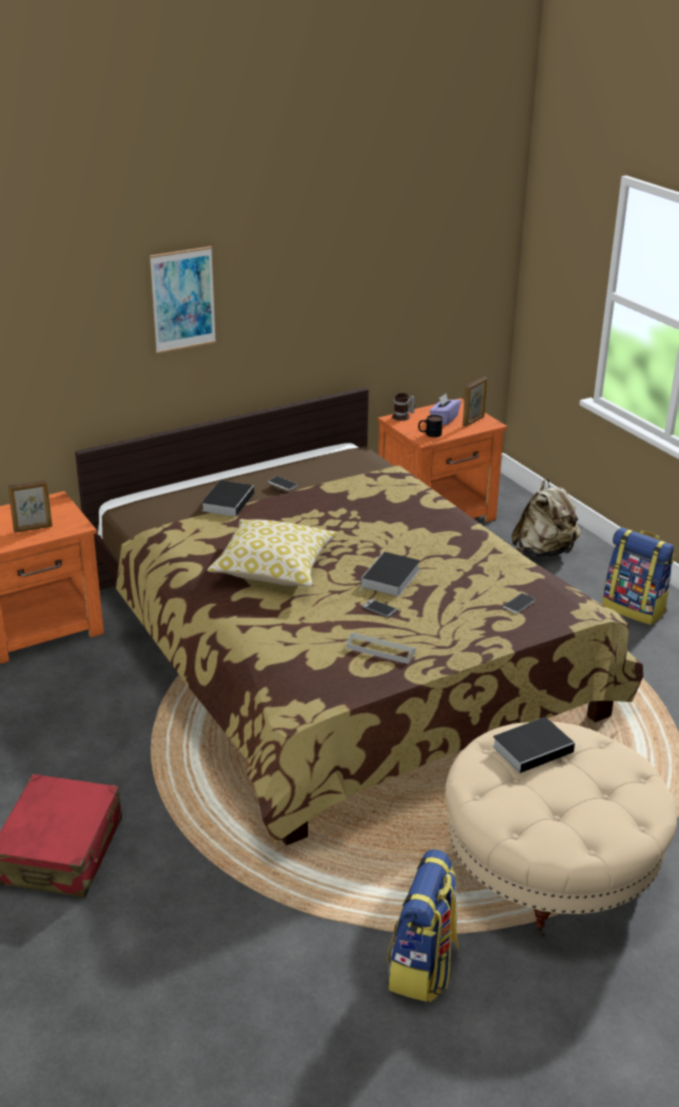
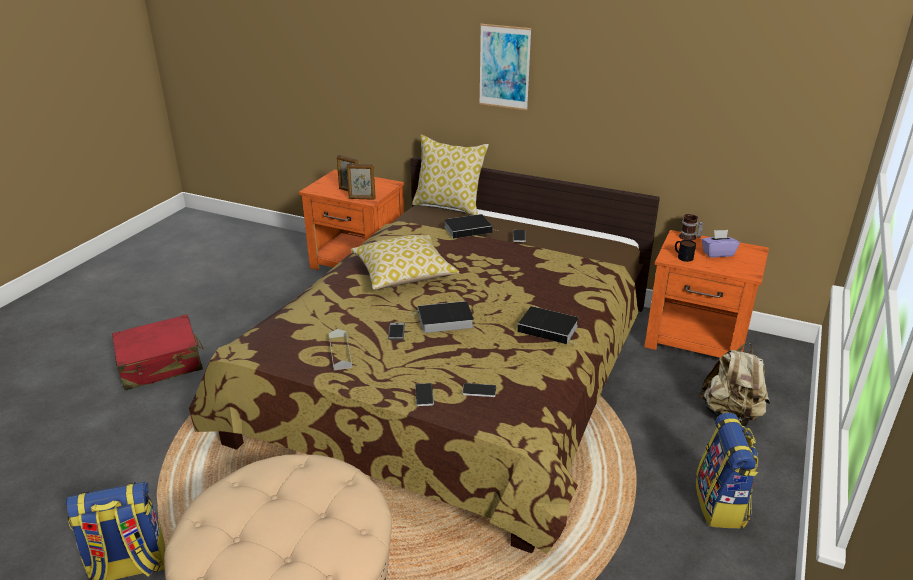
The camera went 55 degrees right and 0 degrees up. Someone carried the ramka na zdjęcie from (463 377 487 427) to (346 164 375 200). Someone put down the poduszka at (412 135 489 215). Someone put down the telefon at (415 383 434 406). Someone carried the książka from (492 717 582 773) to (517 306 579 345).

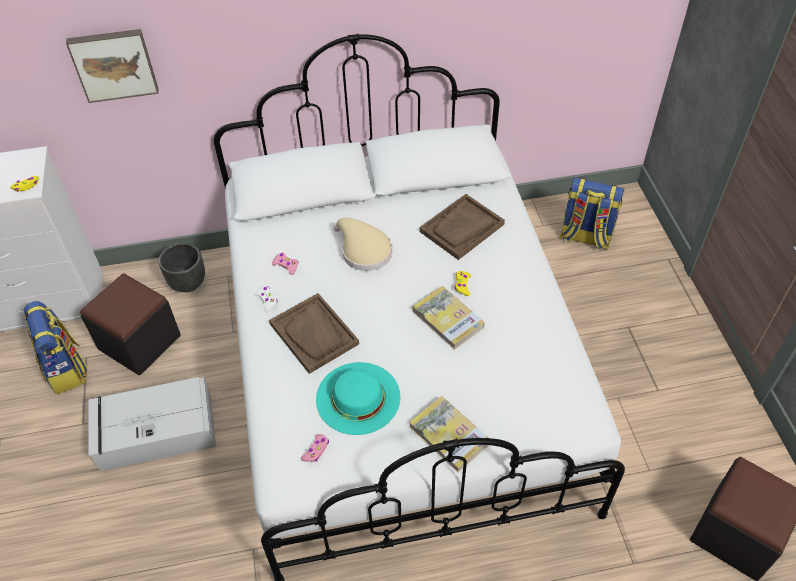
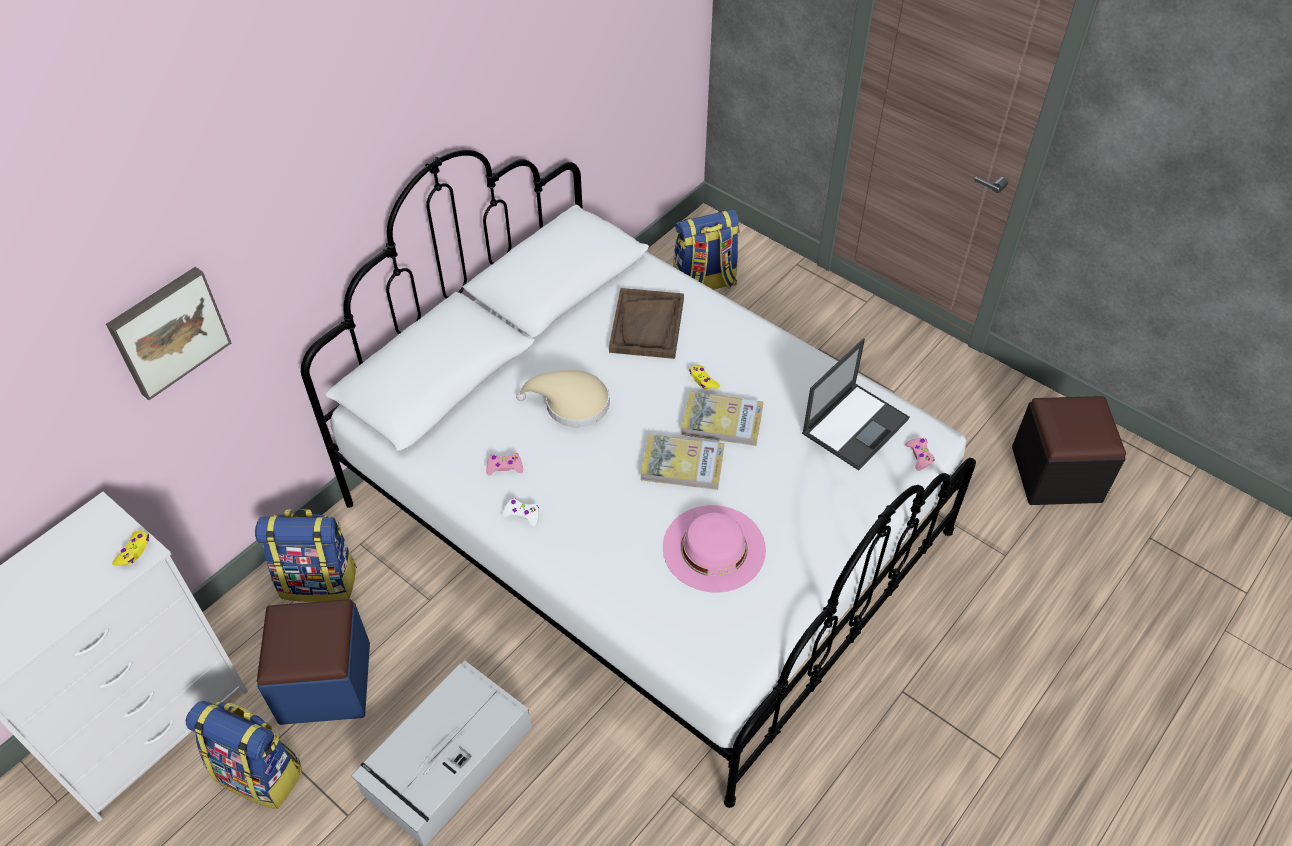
The camera went 40 degrees left and 0 degrees up. Someone swapped the donica/czarny at (159 243 205 292) for the plecak at (255 509 357 602). Someone repainted the pufa/czarny at (80 274 181 375), which became the pufa/niebieski at (257 599 370 725). Someone carried the książka from (409 396 489 473) to (641 434 724 490). Someone repainted the kapelusz/turkusowy at (316 362 400 435), which became the kapelusz/różowy at (663 505 766 592). Someone put down the laptop at (802 338 909 470). Someone carried the pad do gier/różowy from (301 434 329 462) to (905 438 934 471). Someone took away the taca/brązowy at (269 293 359 374).

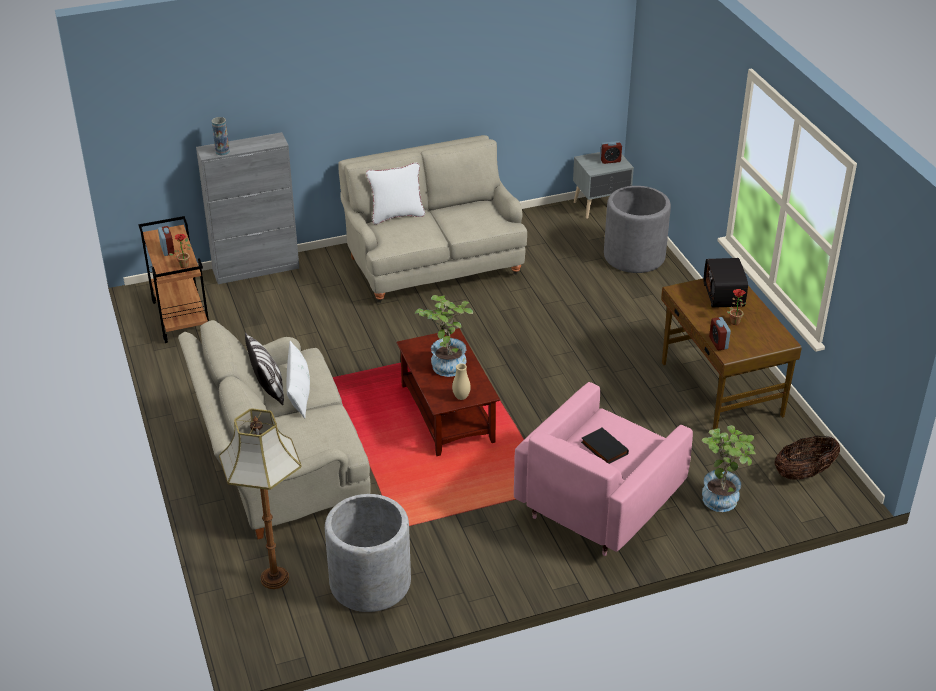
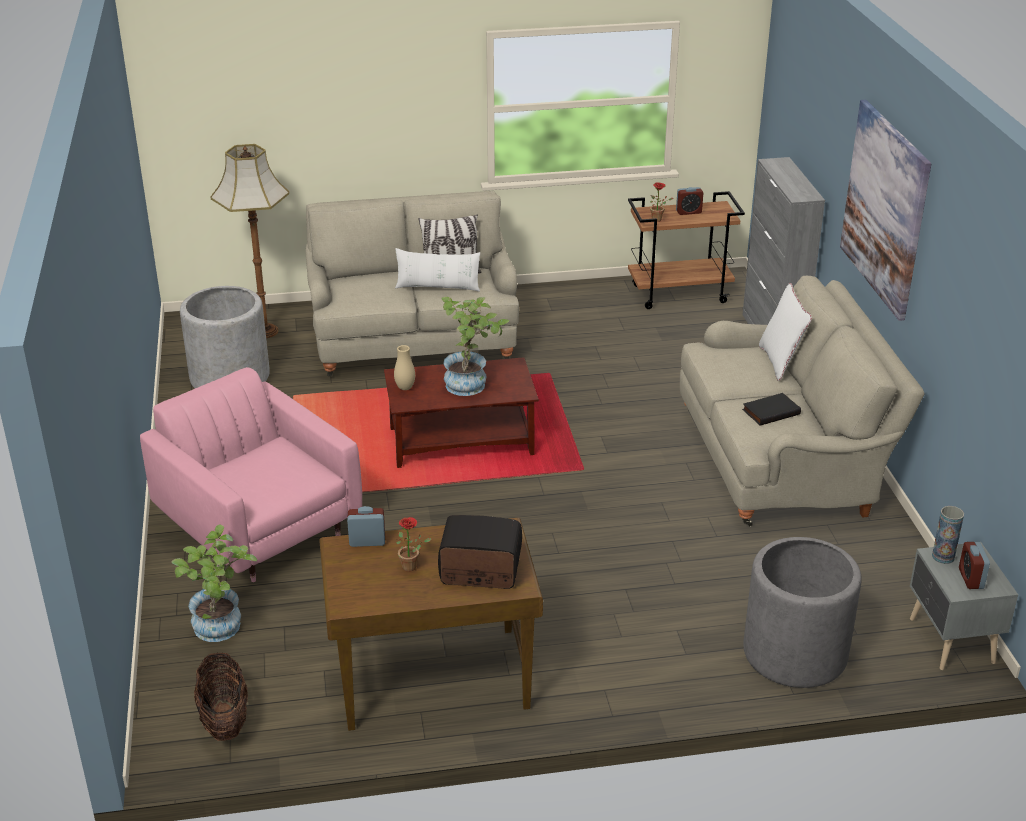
The camera went 100 degrees right and 5 degrees down. Someone carried the książka/czarny from (581 428 629 464) to (742 393 801 425). Someone put up the obraz at (840 100 931 321). Someone carried the wazon from (212 117 230 156) to (932 506 964 564).

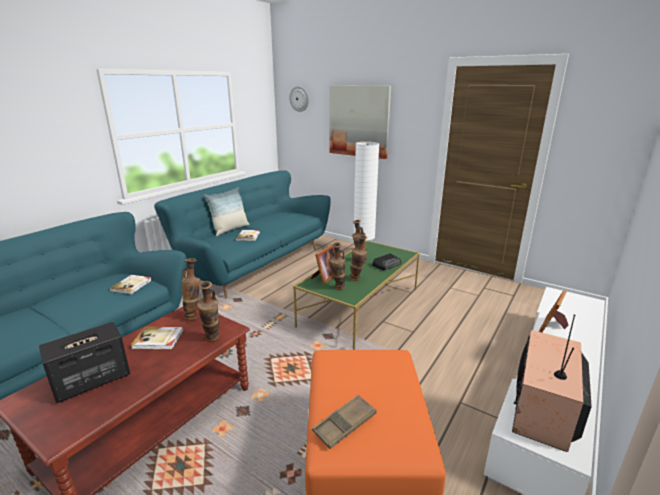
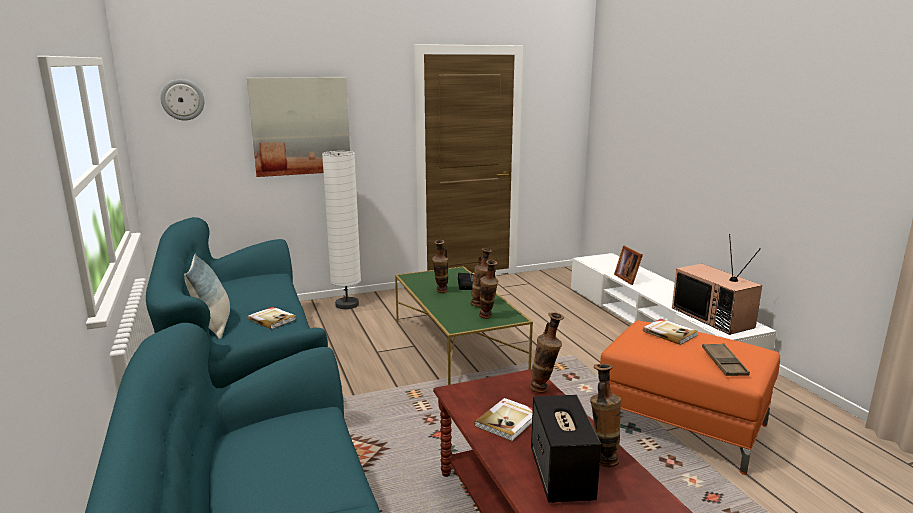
The camera went 55 degrees left and 5 degrees down. Someone carried the wazon from (181 258 200 320) to (590 364 621 468). Someone carried the książka from (109 275 152 295) to (643 319 698 345). Someone took away the ramka na zdjęcie at (311 244 335 284).

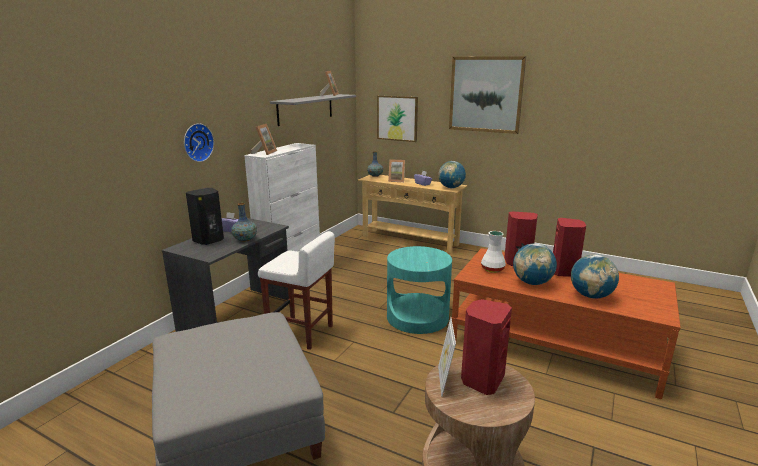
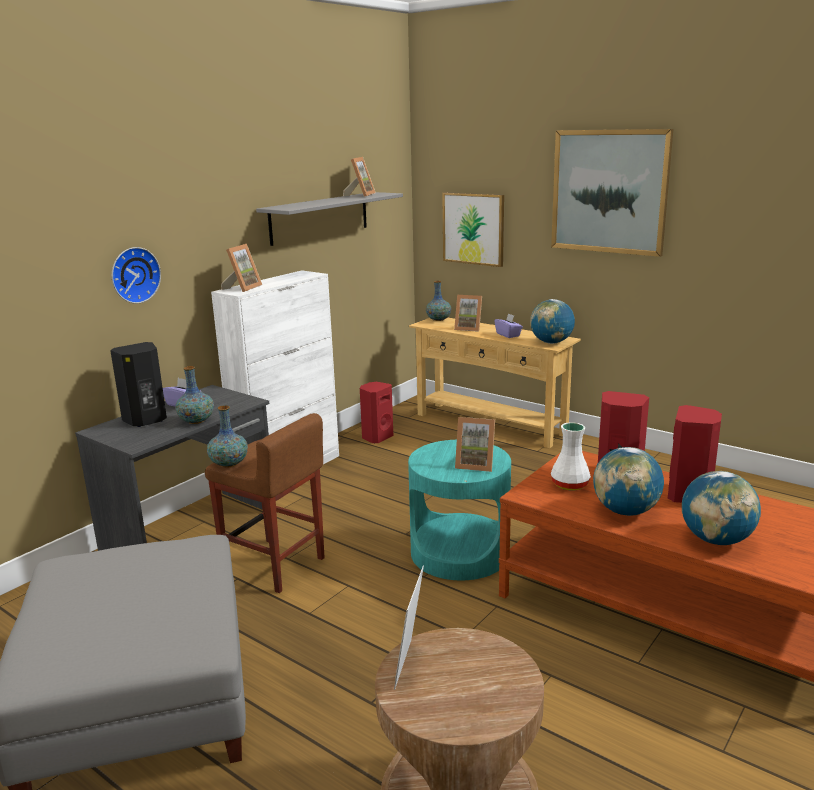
The camera went 10 degrees right and 0 degrees up. Someone repainted the stołek/biały at (258 231 335 350), which became the stołek/brązowy at (205 413 325 593). Someone put down the wazon at (207 405 248 468). Someone carried the głośnik/czerwony from (461 299 512 395) to (360 382 393 443). Someone put down the ramka na zdjęcie at (455 417 495 472).

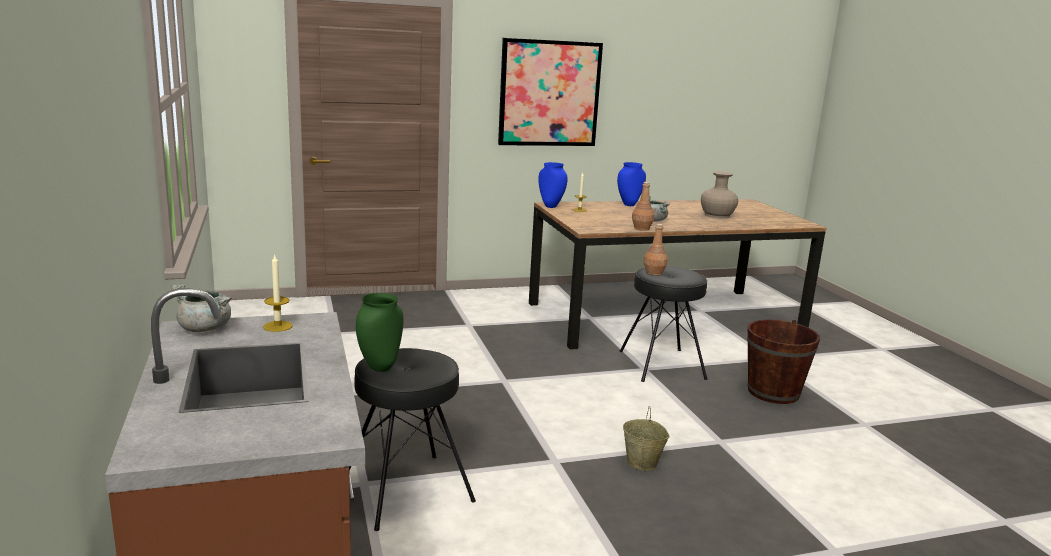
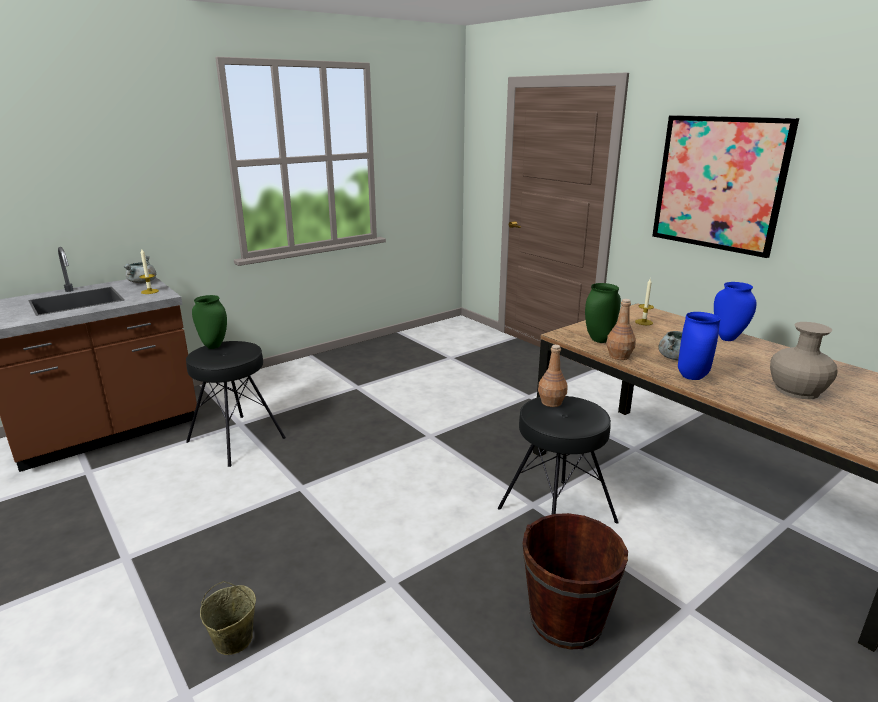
The camera went 70 degrees right and 5 degrees up. Someone carried the wiadro/beżowy from (623 406 670 471) to (200 581 256 655). Someone put down the wazon/zielony at (585 283 621 343). Someone carried the wazon/niebieski from (538 162 567 208) to (678 312 720 380).

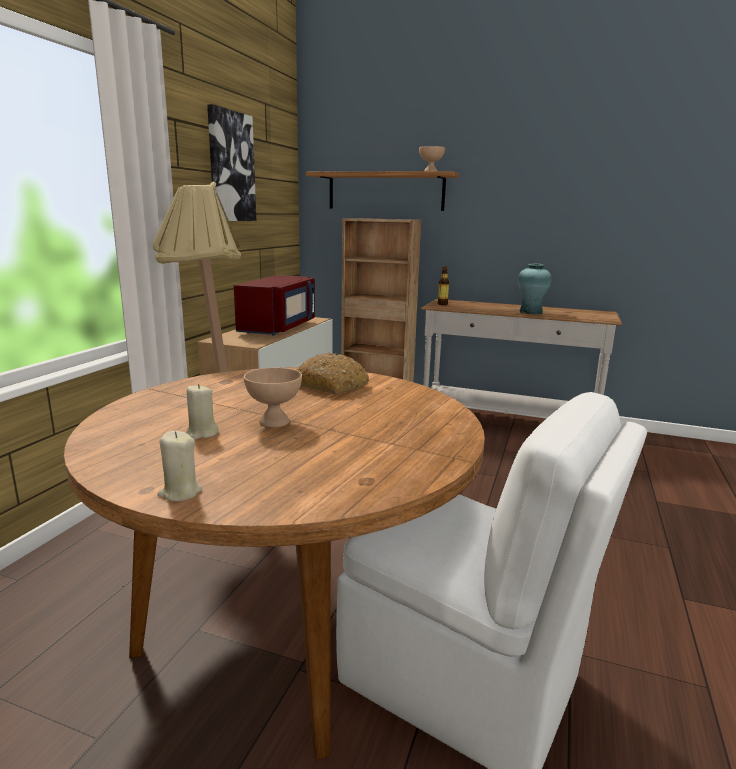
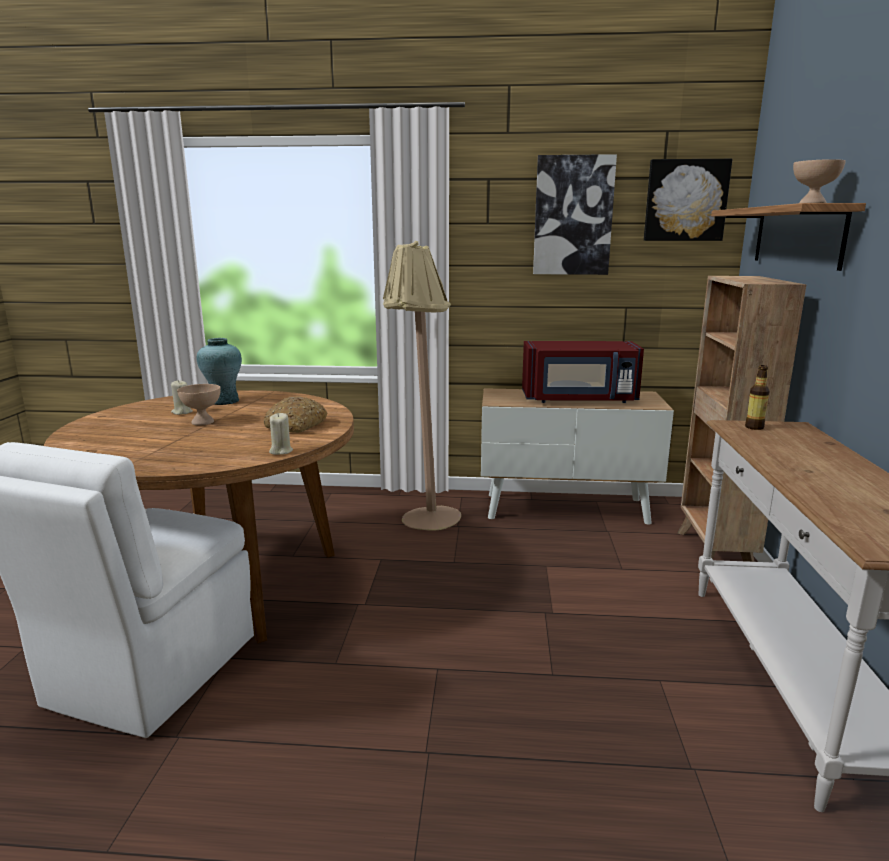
The camera went 75 degrees right and 0 degrees up. Someone carried the wazon/turkusowy from (518 264 552 314) to (197 338 242 405). Someone carried the świeca/beżowy from (157 431 202 501) to (269 413 293 455). Someone put up the obraz at (644 159 732 241).

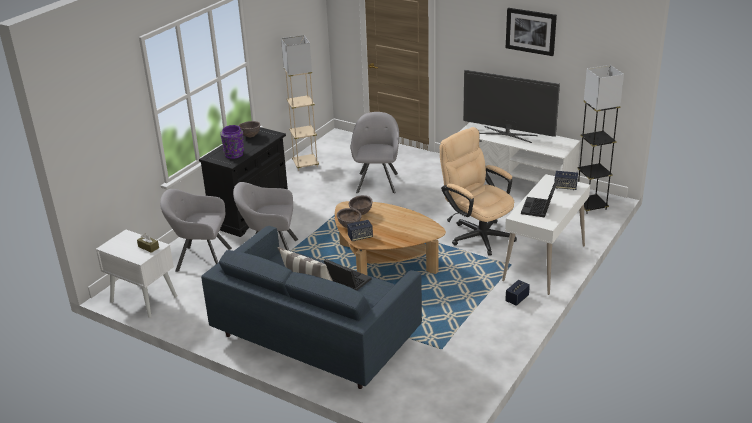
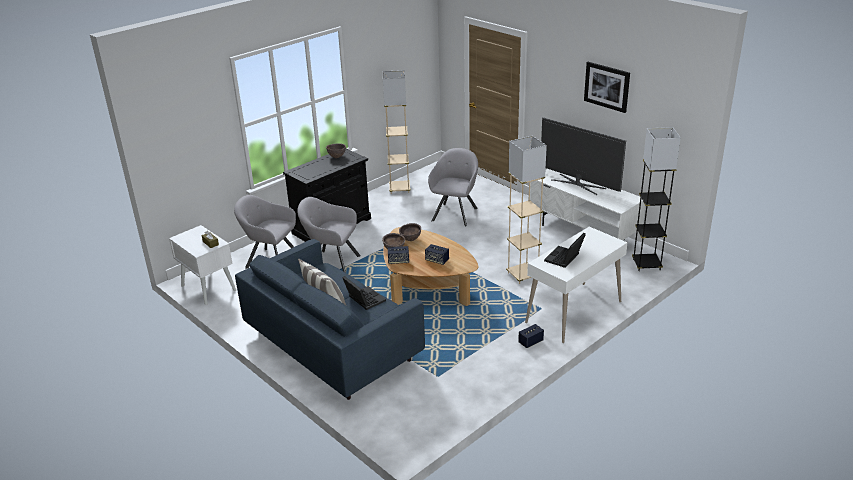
The camera went 15 degrees right and 0 degrees up. Someone carried the głośnik from (554 171 578 190) to (425 244 449 265). Someone swapped the krzesło biurowe/beżowy at (440 127 517 256) for the lampa stojąca/beżowy at (506 136 547 284). Someone took away the wazon/fioletowy at (220 125 244 159).

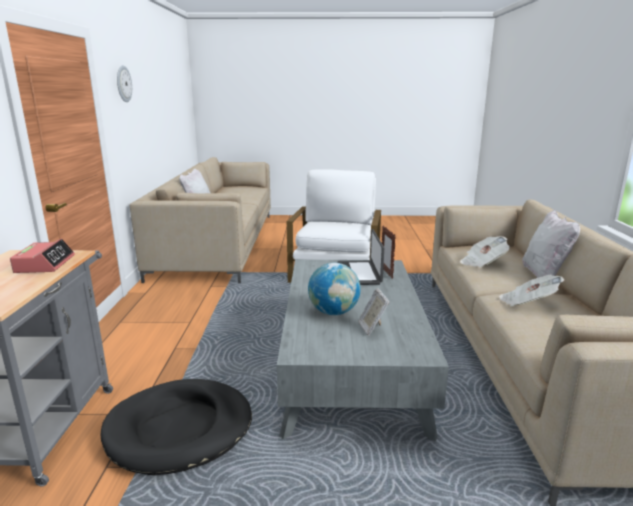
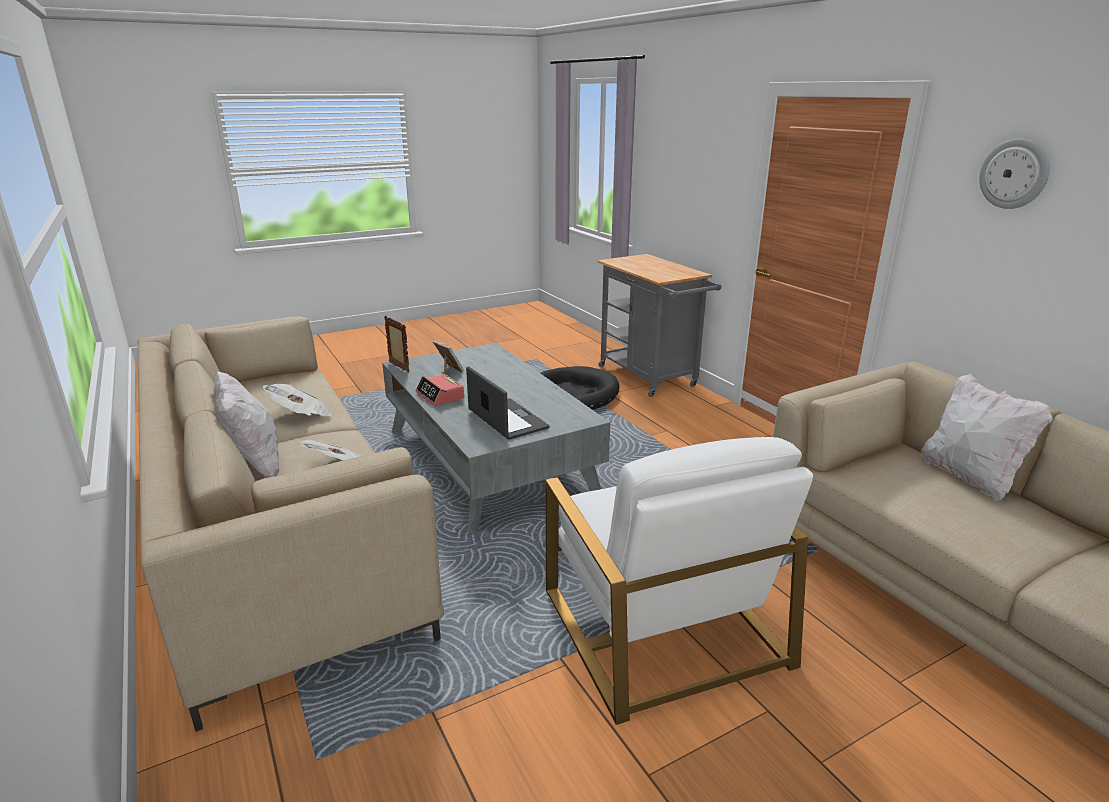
The camera went 150 degrees right and 5 degrees up. Someone carried the ramka na zdjęcie from (382 226 396 279) to (384 315 409 373). Someone carried the budzik from (10 239 75 273) to (416 374 464 406). Someone took away the globus at (308 263 361 315).

